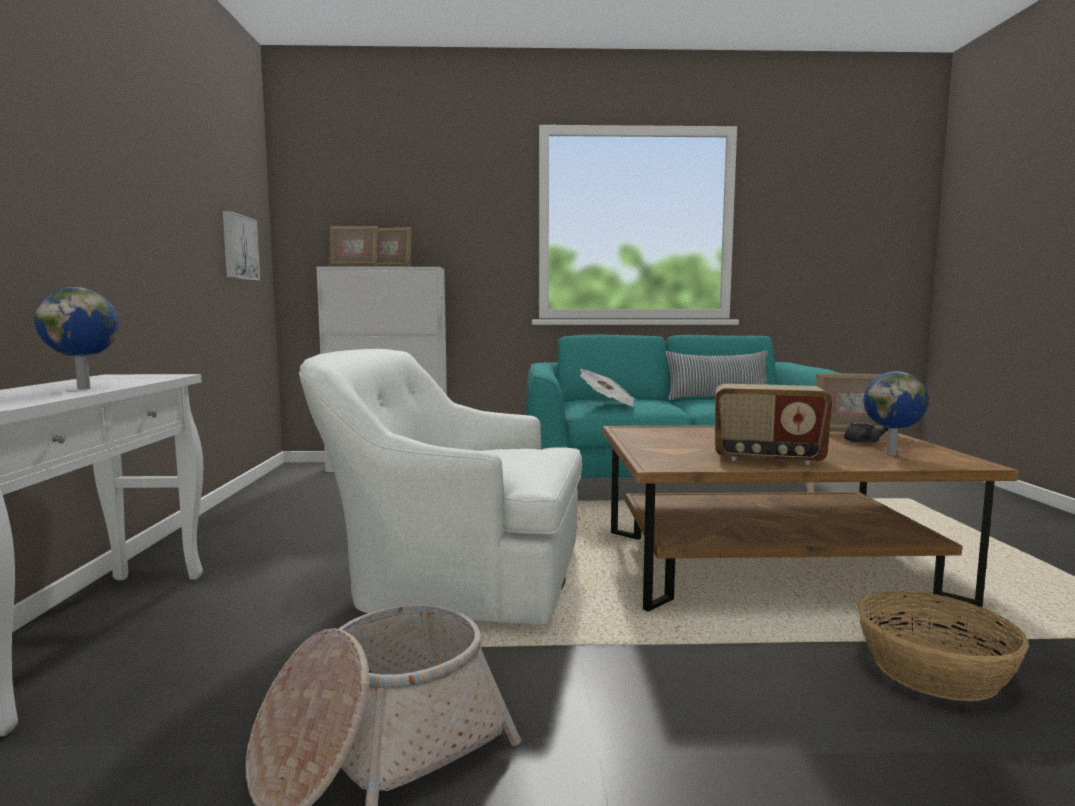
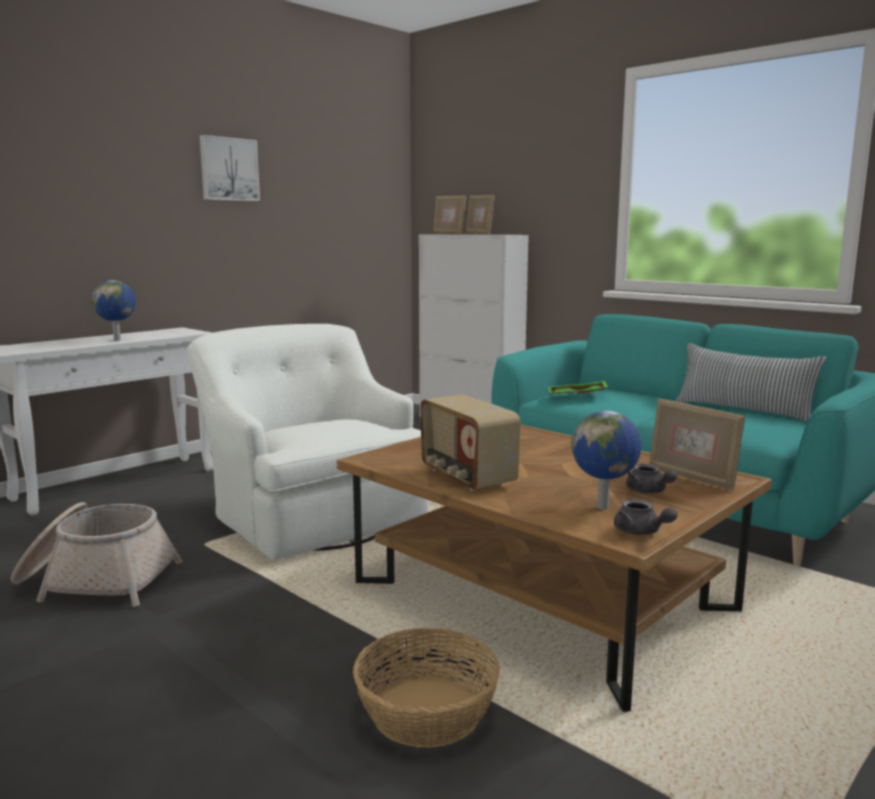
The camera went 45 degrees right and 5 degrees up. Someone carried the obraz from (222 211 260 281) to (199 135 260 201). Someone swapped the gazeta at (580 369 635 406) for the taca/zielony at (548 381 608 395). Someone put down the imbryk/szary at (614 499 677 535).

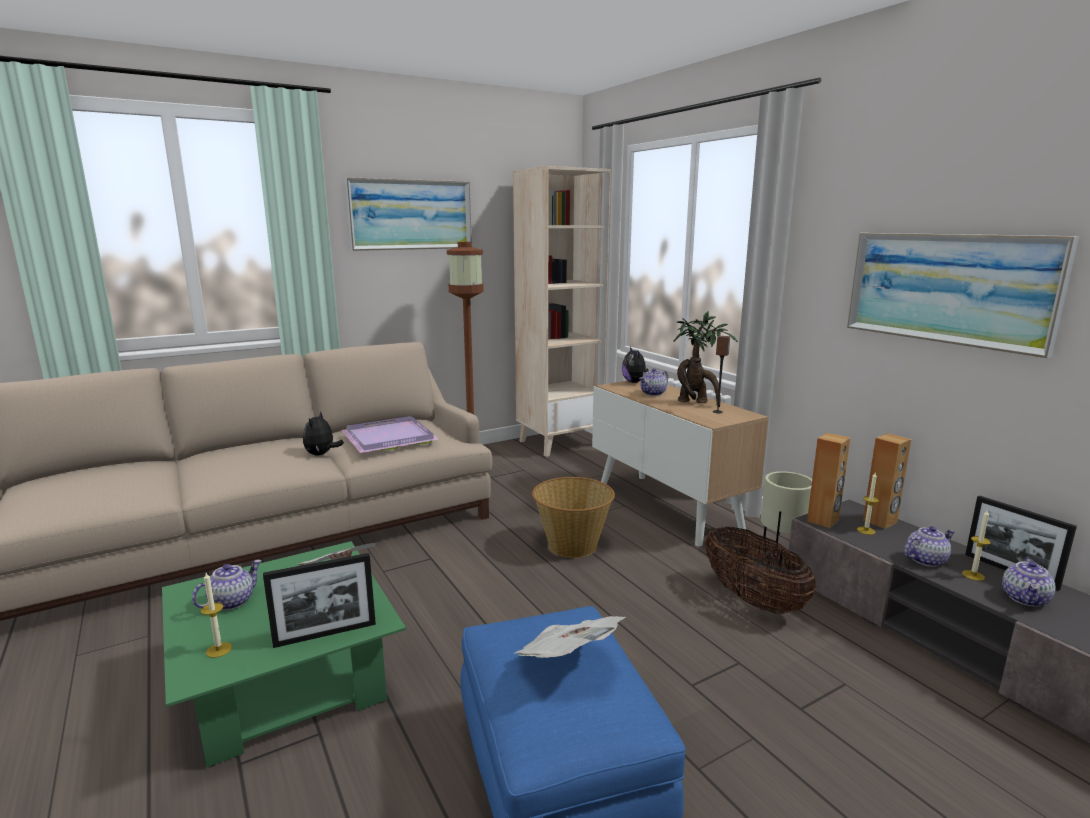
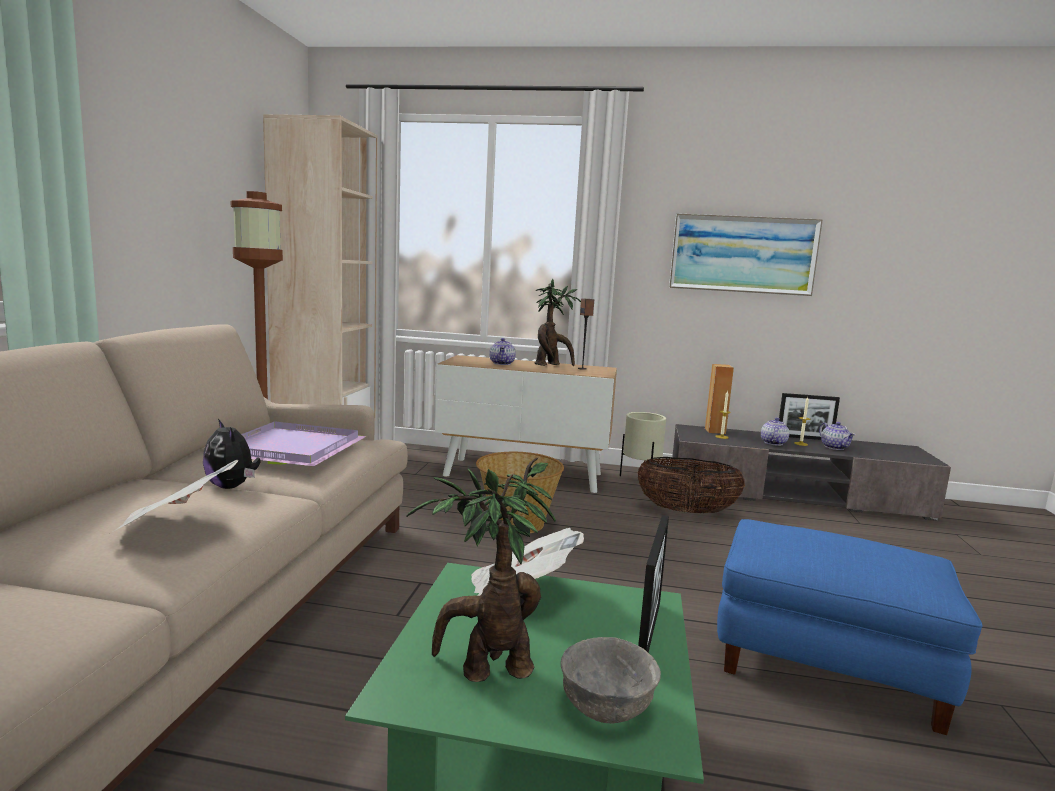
The camera went 50 degrees left and 5 degrees down. Someone carried the gazeta from (514 616 626 658) to (114 460 238 531). Someone swapped the imbryk at (192 560 261 610) for the roślina doniczkowa at (406 458 556 682). Someone swapped the świeca at (201 573 232 658) for the miska/szary at (561 637 661 724). Someone took away the obraz at (345 177 472 251). Someone took away the pluszak at (622 347 648 383). Someone took away the głośnik/brązowy at (807 433 850 528).

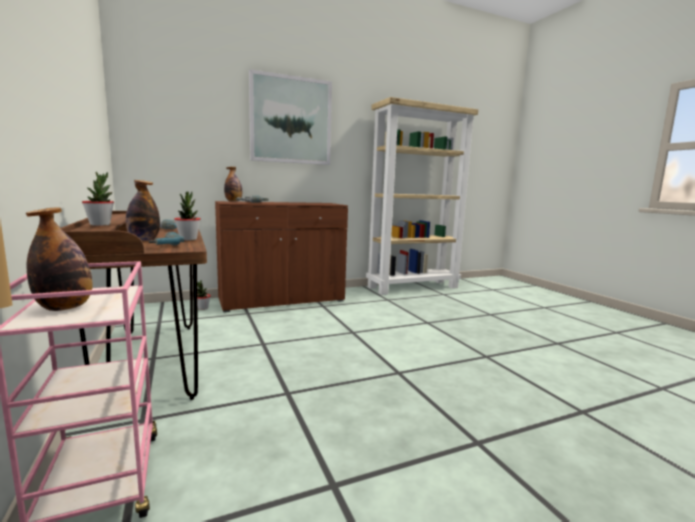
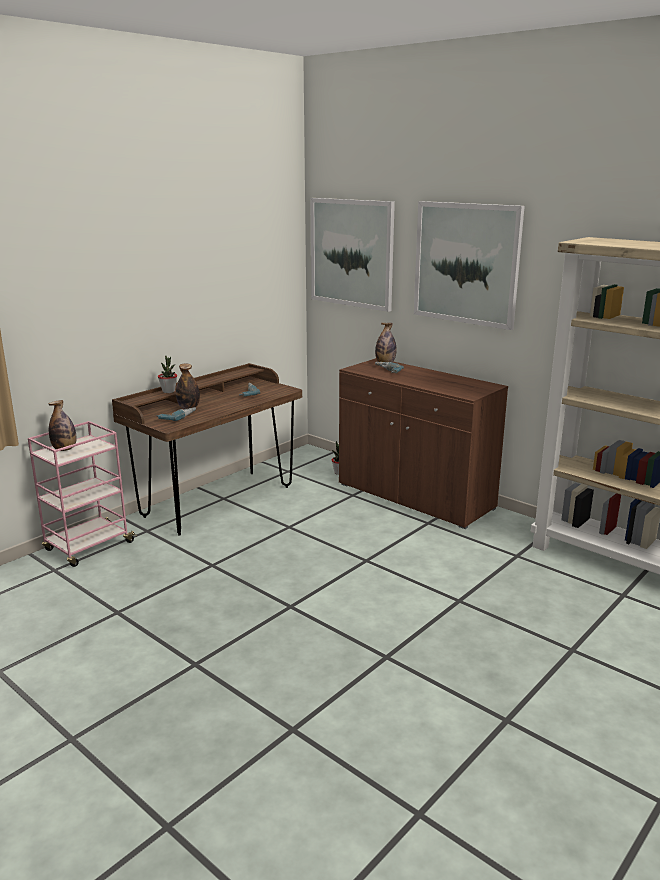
The camera went 65 degrees right and 10 degrees up. Someone put up the obraz at (310 198 395 312). Someone took away the roślina doniczkowa at (174 192 201 241).

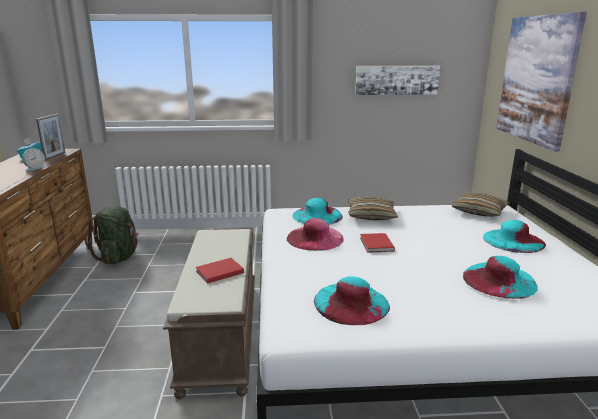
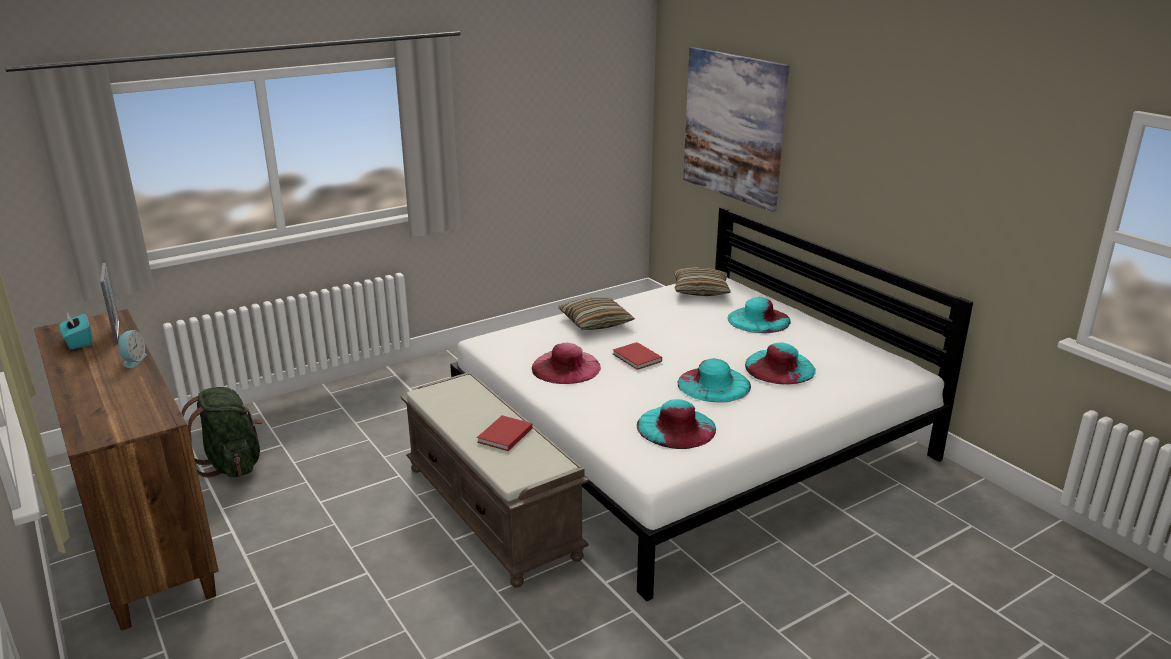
The camera went 30 degrees left and 5 degrees up. Someone carried the kapelusz/turkusowy from (292 198 343 225) to (677 358 751 403). Someone took away the obraz at (355 66 440 95).

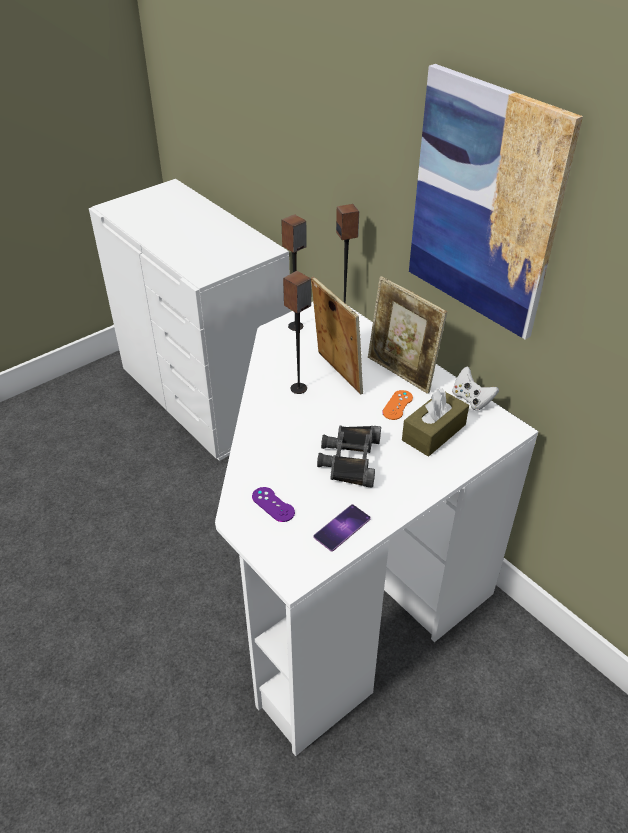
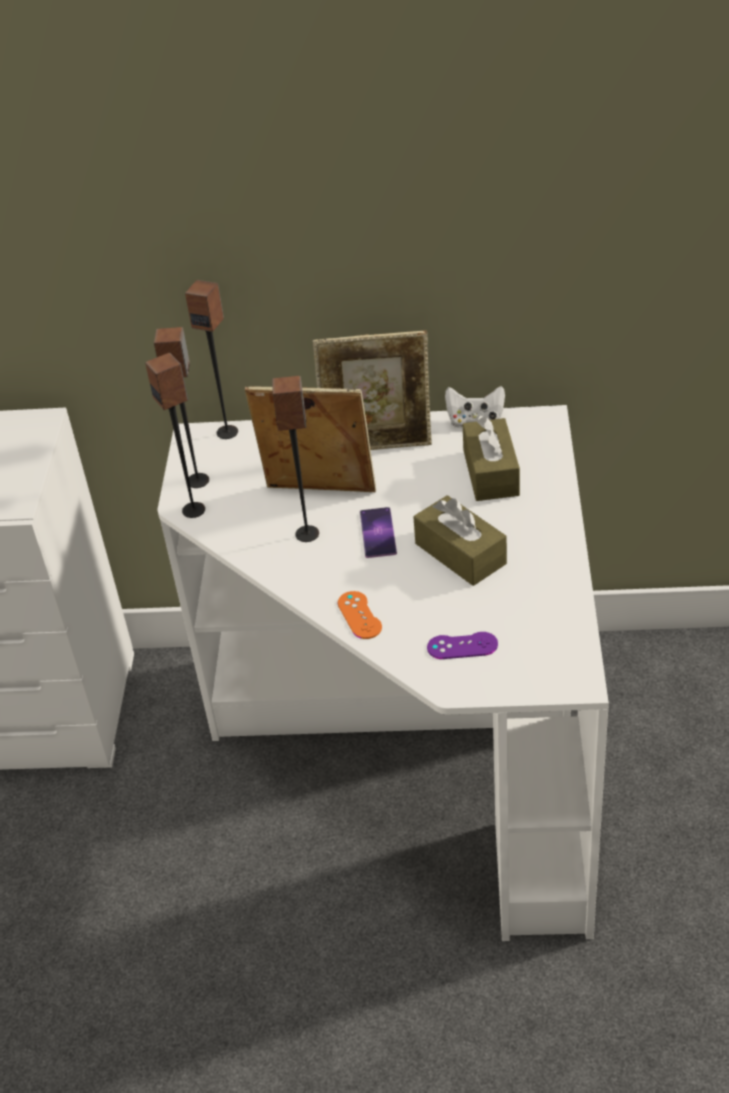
The camera went 45 degrees left and 0 degrees up. Someone put down the głośnik at (145 353 205 518). Someone carried the pad do gier/pomarańczowy from (382 390 413 420) to (338 591 382 639). Someone carried the telefon from (313 504 371 551) to (360 507 397 558). Someone swapped the lornetka/czarny at (317 426 381 488) for the pudełko chusteczek/brązowy at (414 495 507 586). Someone took away the obraz at (409 64 583 340).

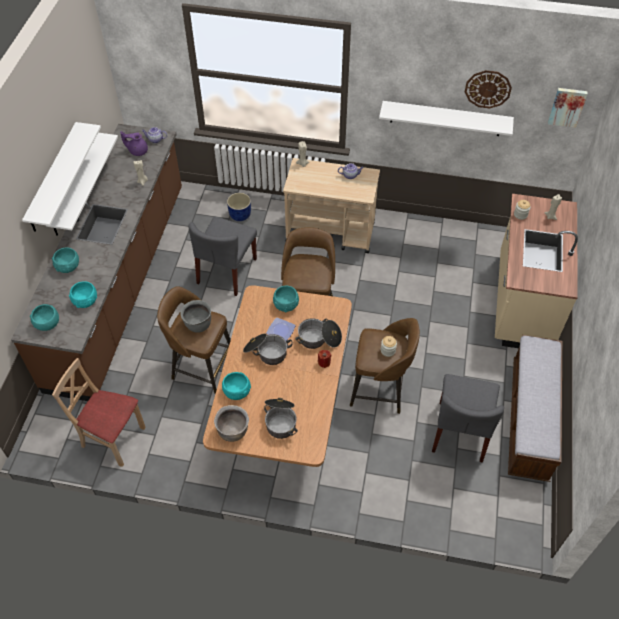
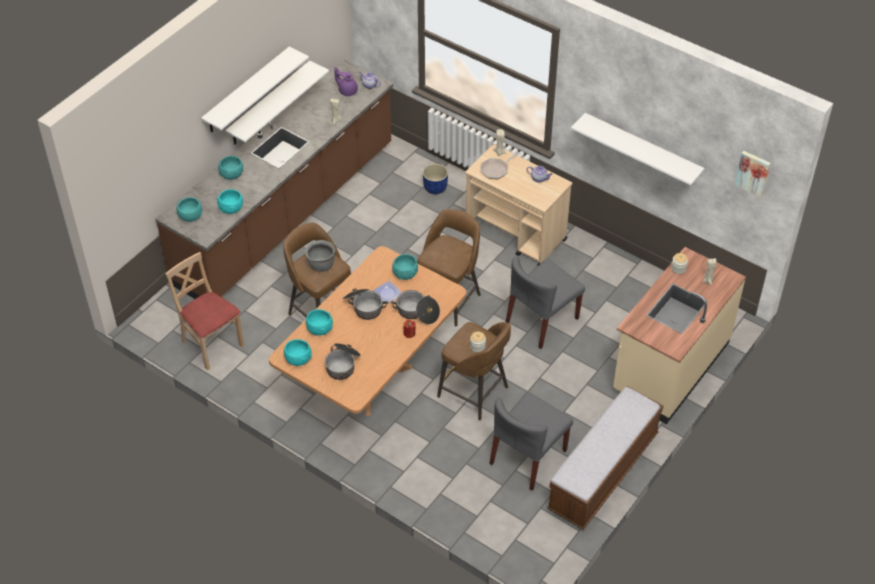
The camera went 25 degrees right and 5 degrees down. Someone swapped the garnek/brązowy at (214 405 249 442) for the miska/turkusowy at (284 339 312 366). Someone put down the patelnia at (480 152 521 179). Someone carried the krzesło/szary from (188 217 257 296) to (506 256 585 349). Someone took away the zegar ścienny at (465 70 512 109).

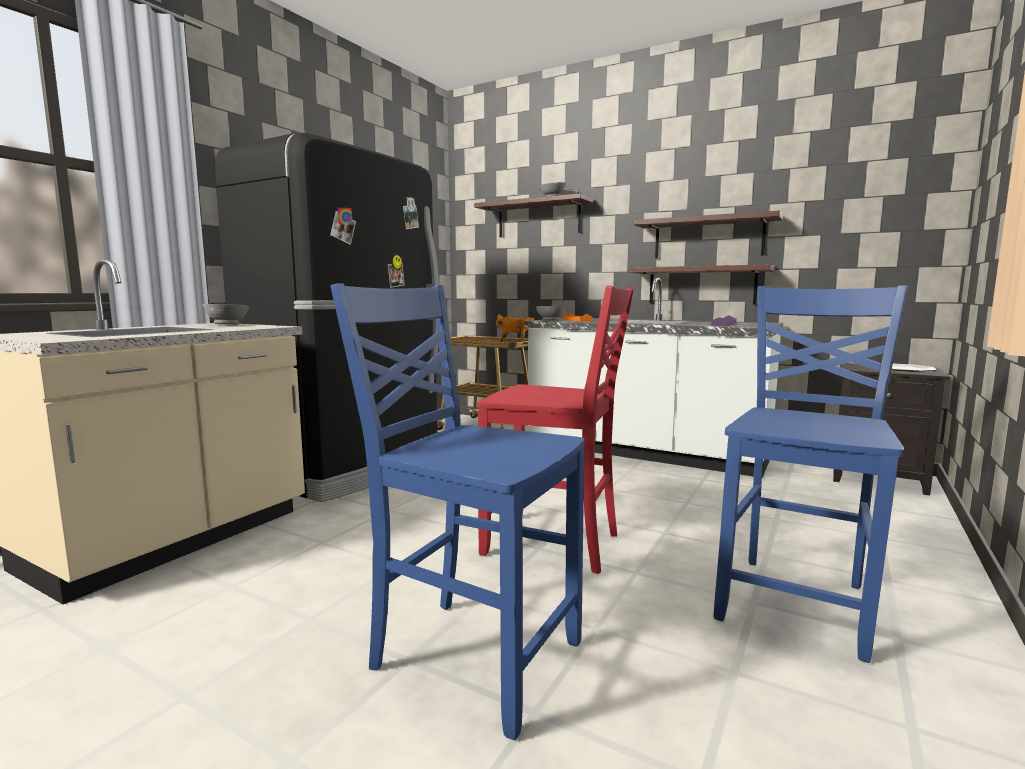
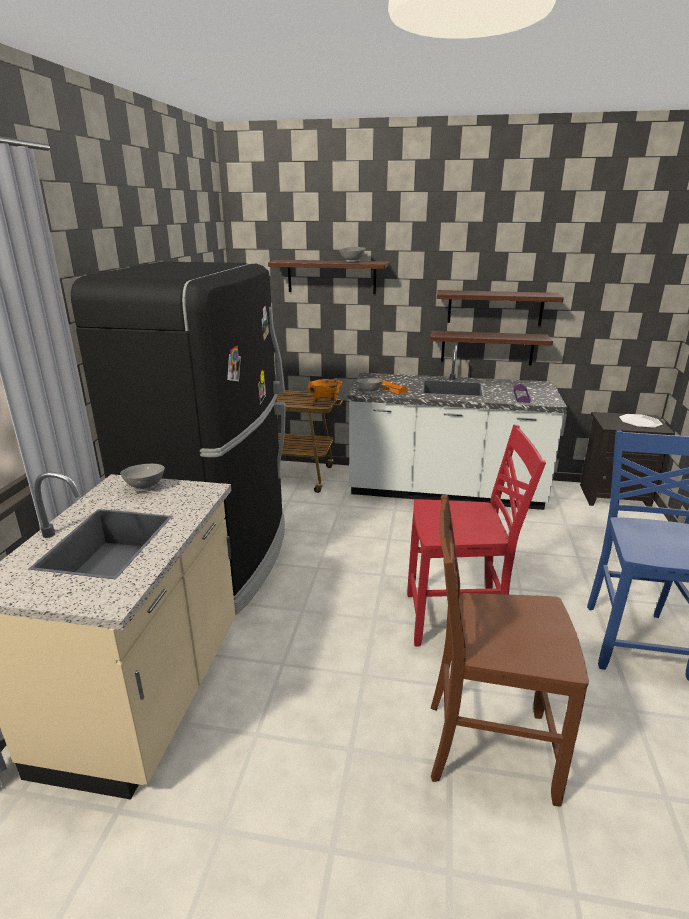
The camera went 20 degrees left and 15 degrees up. Someone repainted the krzesło/niebieski at (330 283 585 740), which became the krzesło/brązowy at (431 495 589 806).

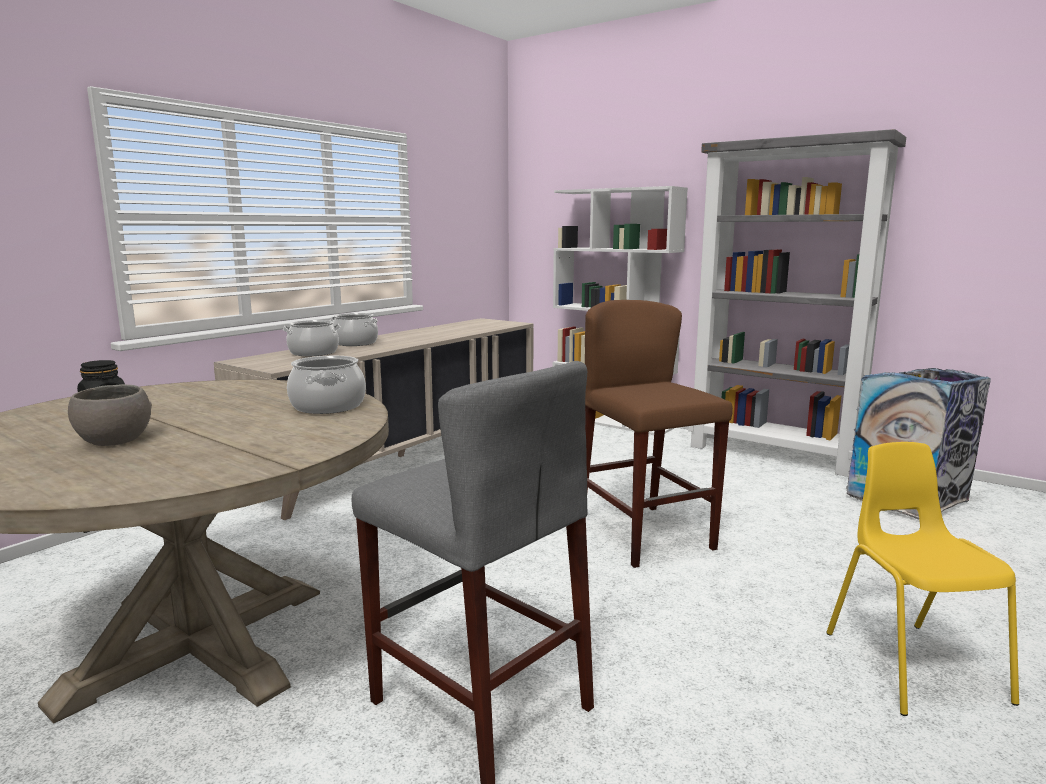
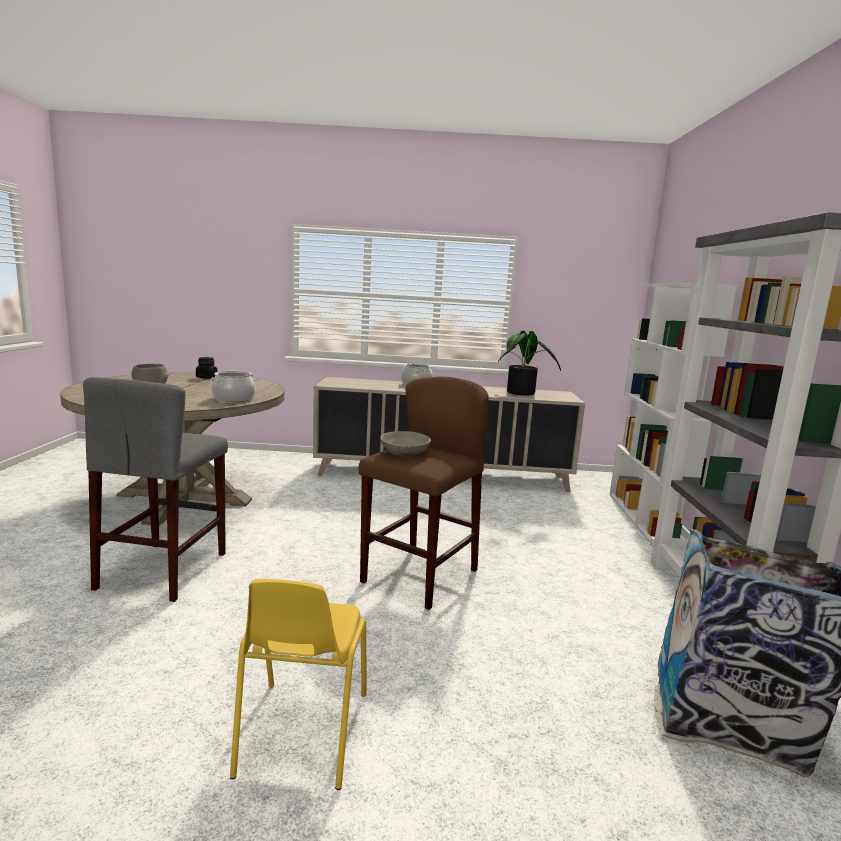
The camera went 55 degrees right and 0 degrees up. Someone rotated the krzesło/żółty at (827 442 1019 716) by 135 degrees clockwise. Someone put down the miska/szary at (380 431 431 455). Someone put down the roślina doniczkowa at (498 331 561 395). Someone took away the garnek at (283 320 341 356).

